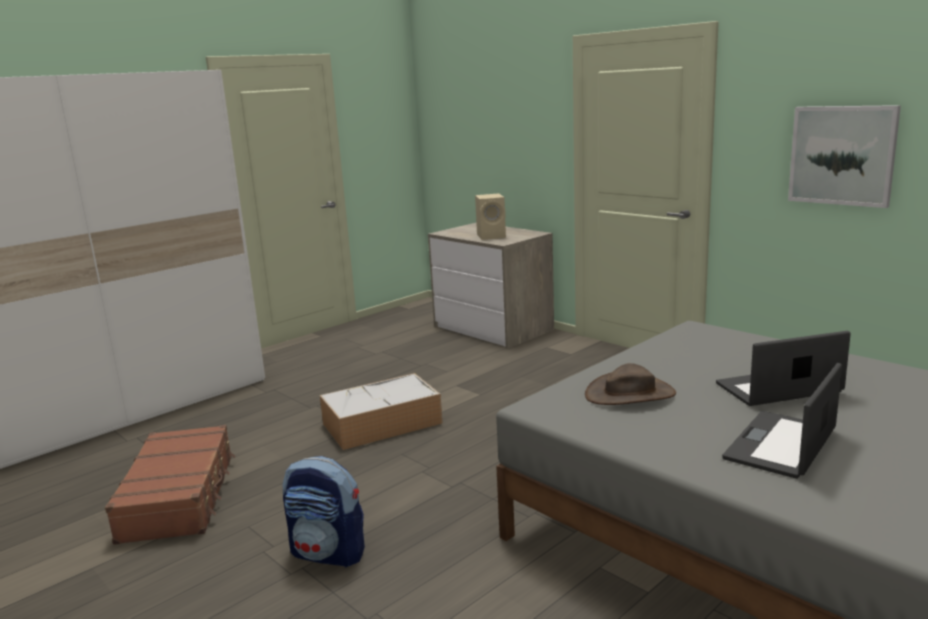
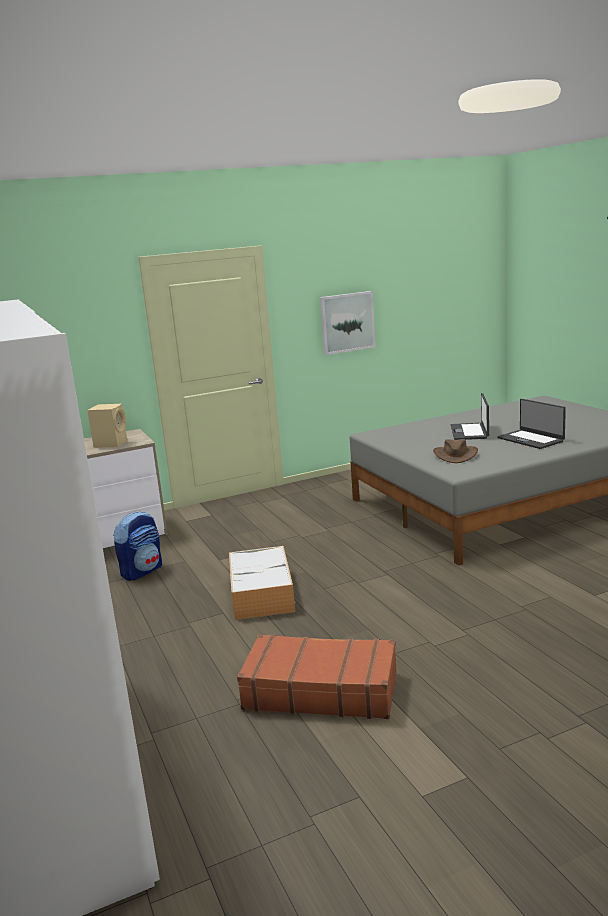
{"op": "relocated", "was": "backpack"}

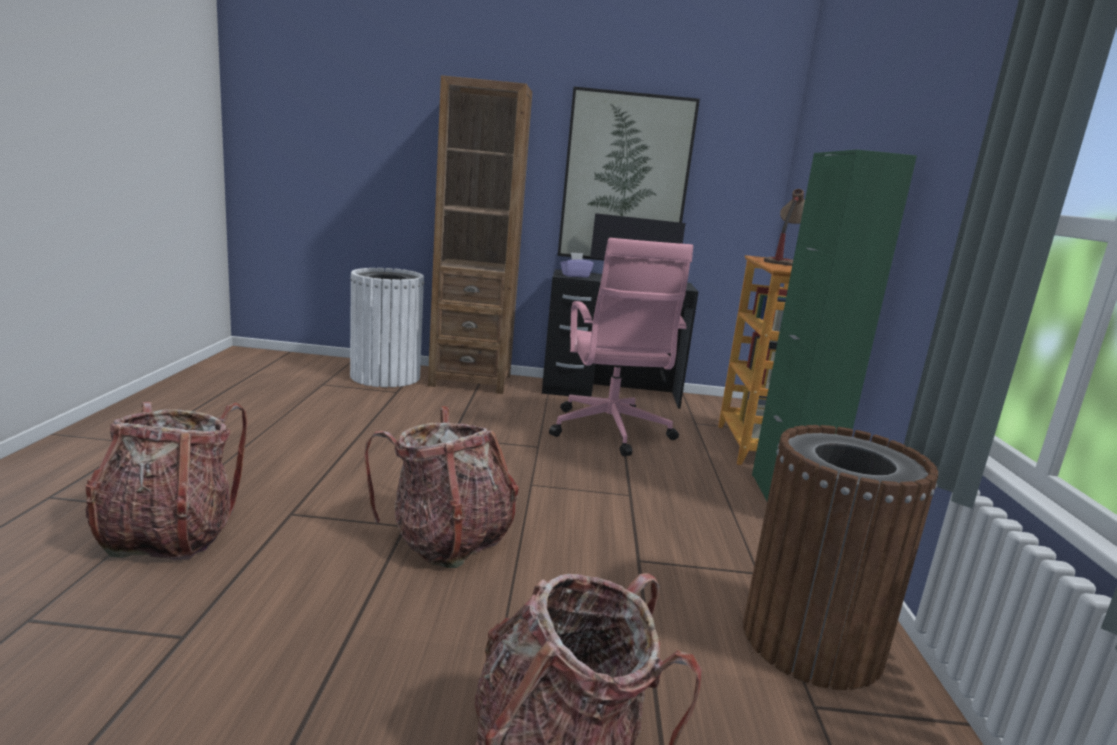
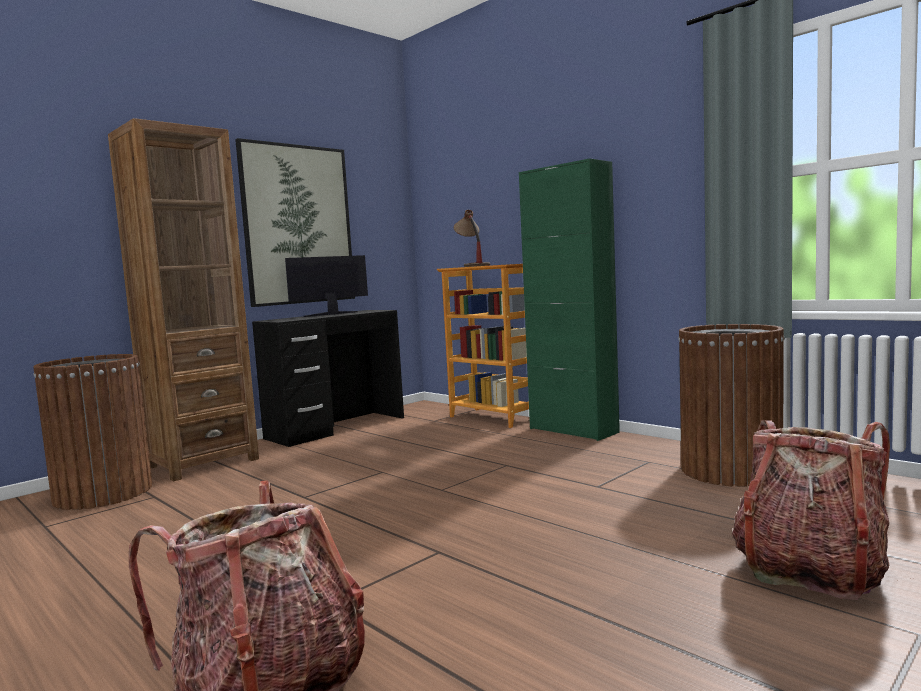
{"op": "missing", "was": "pink_office_chair"}
{"op": "missing", "was": "purple_tissue_box"}
{"op": "colour", "was": "white_trash_can", "now": "brown_trash_can (no. 1 from left)"}
{"op": "missing", "was": "backpack (no. 2 from left)"}

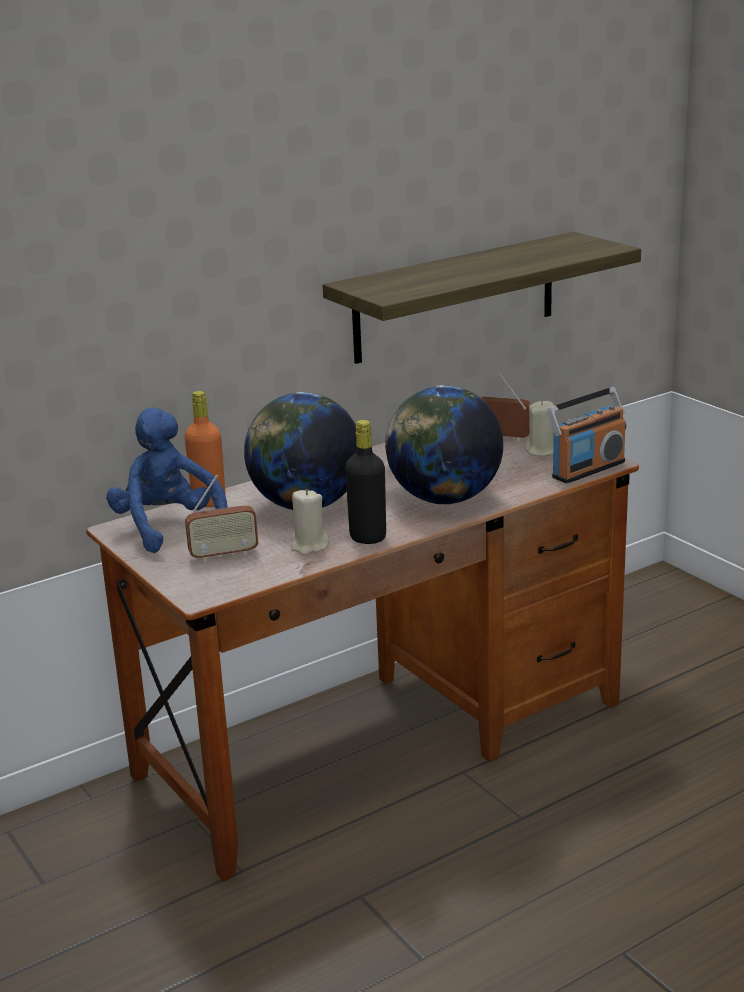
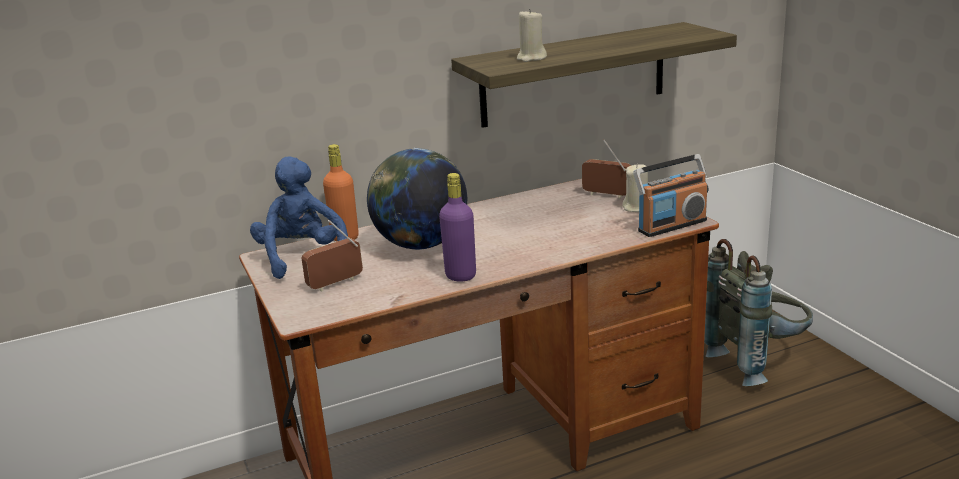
{"op": "missing", "was": "globe (no. 2 from left)"}
{"op": "colour", "was": "black_bottle", "now": "purple_bottle"}
{"op": "spun", "was": "radio (no. 1 from left)", "clockwise": 150}
{"op": "relocated", "was": "beige_candle (no. 1 from left)"}
{"op": "appeared", "now": "grey_backpack"}

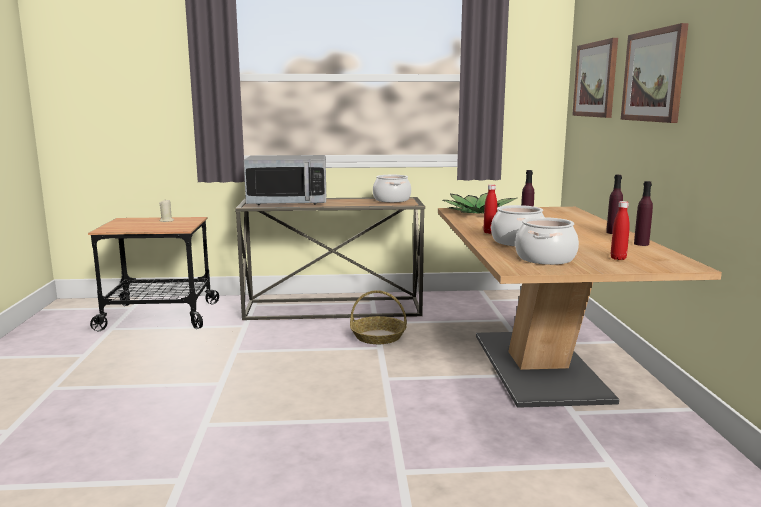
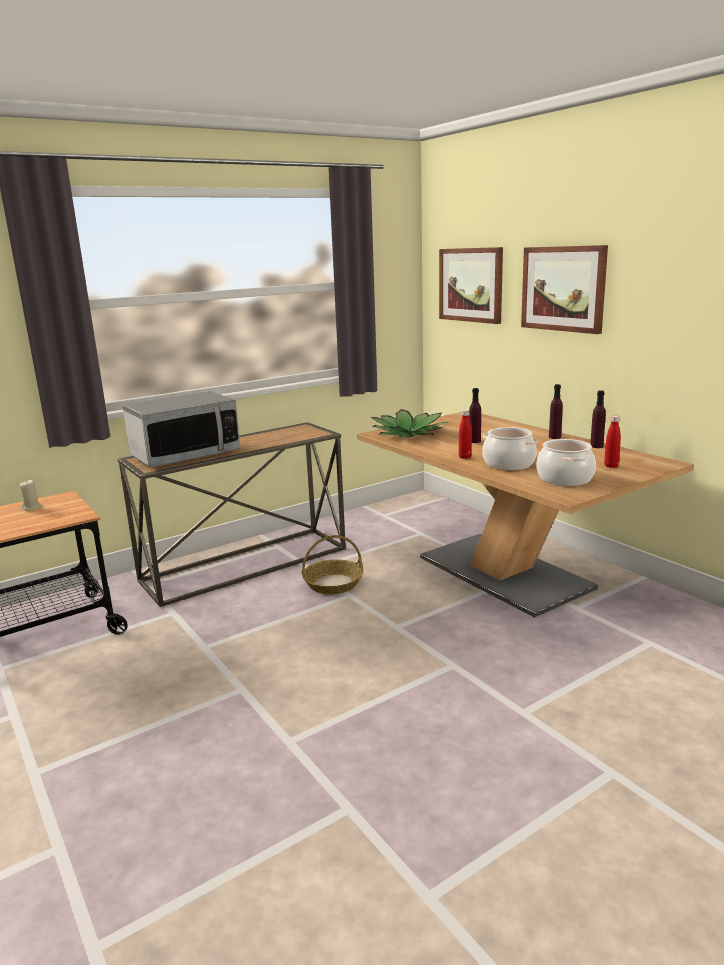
{"op": "missing", "was": "cooking_pot (no. 1 from left)"}

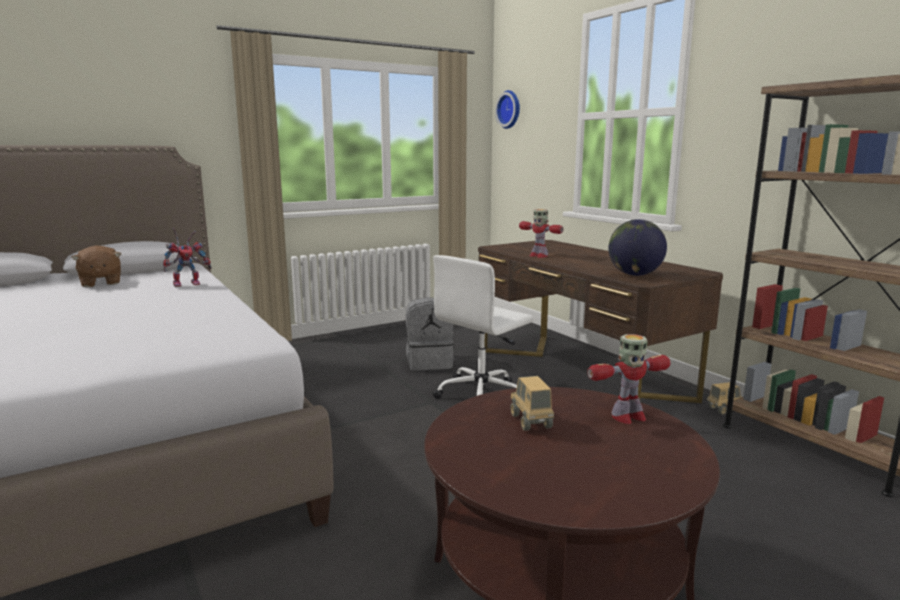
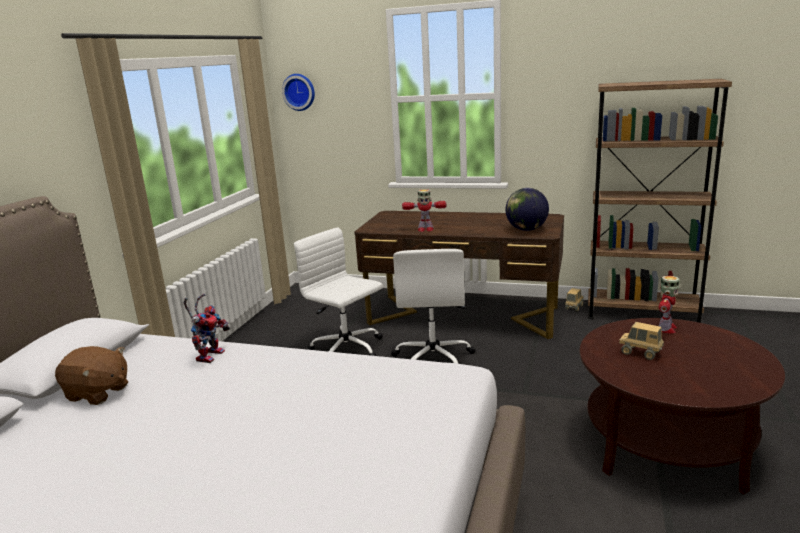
{"op": "exchanged", "was": "grey_backpack", "now": "white_office_chair (no. 1 from left)"}

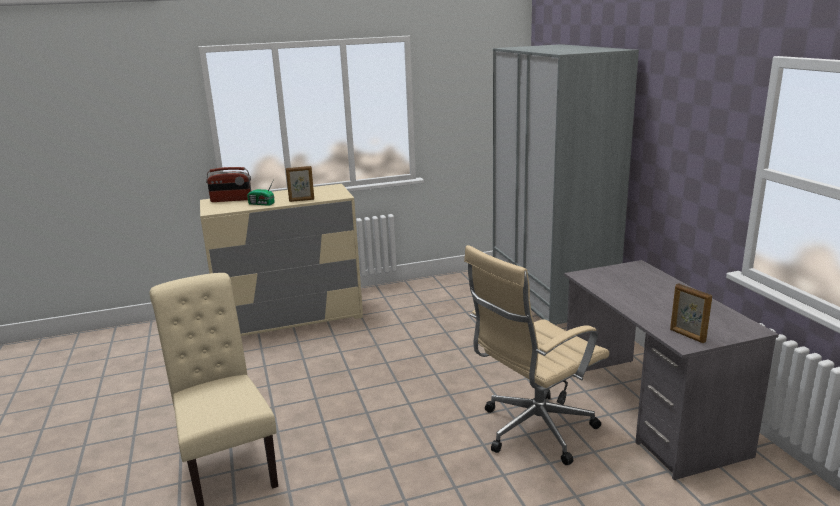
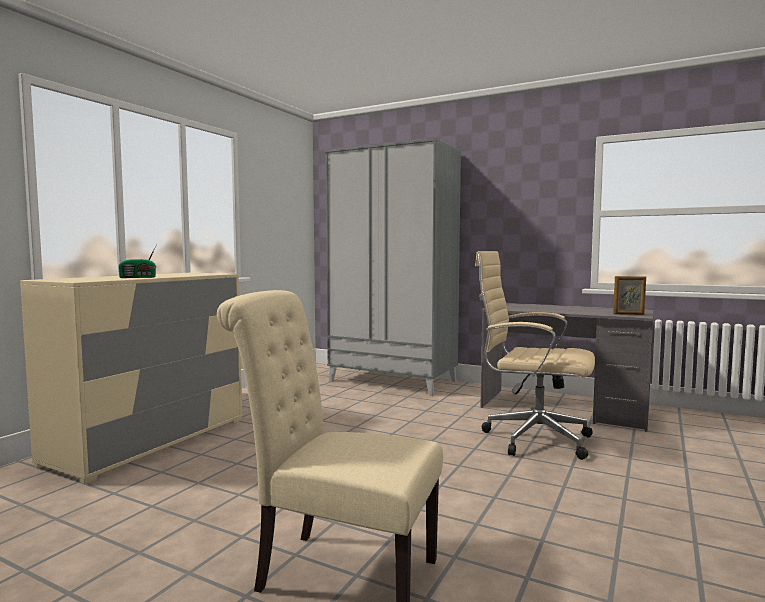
{"op": "missing", "was": "picture_frame (no. 1 from left)"}
{"op": "missing", "was": "radio (no. 1 from left)"}
{"op": "spun", "was": "beige_office_chair", "clockwise": 105}

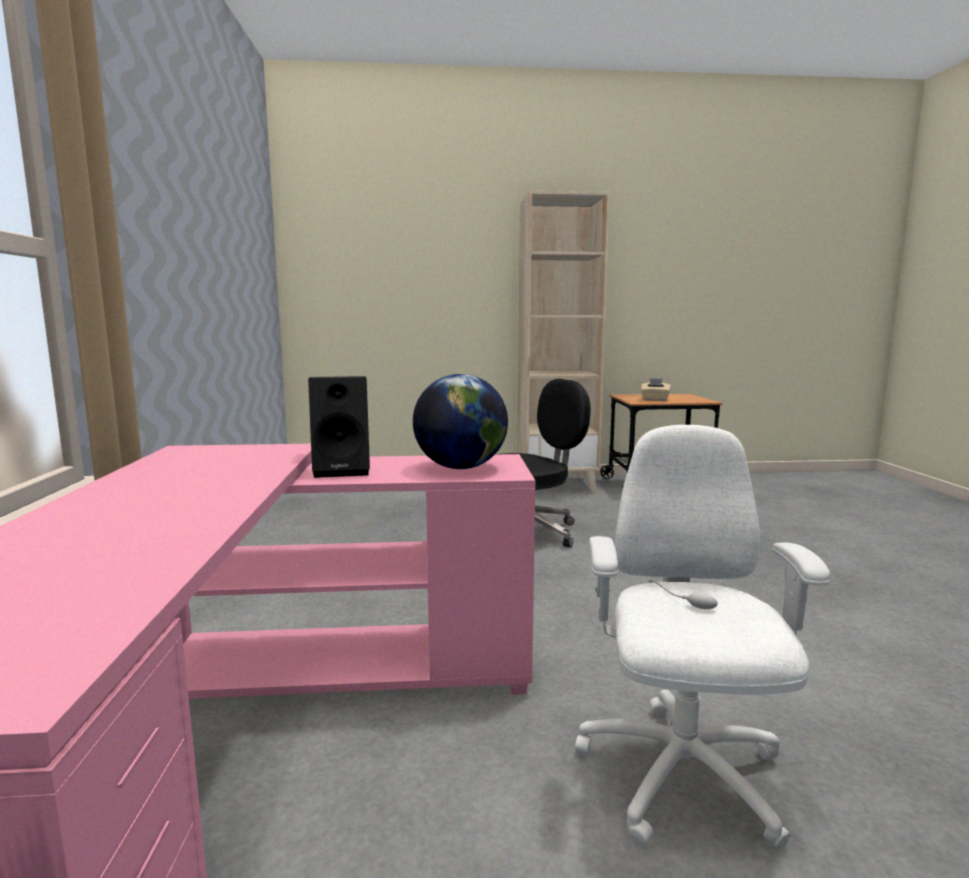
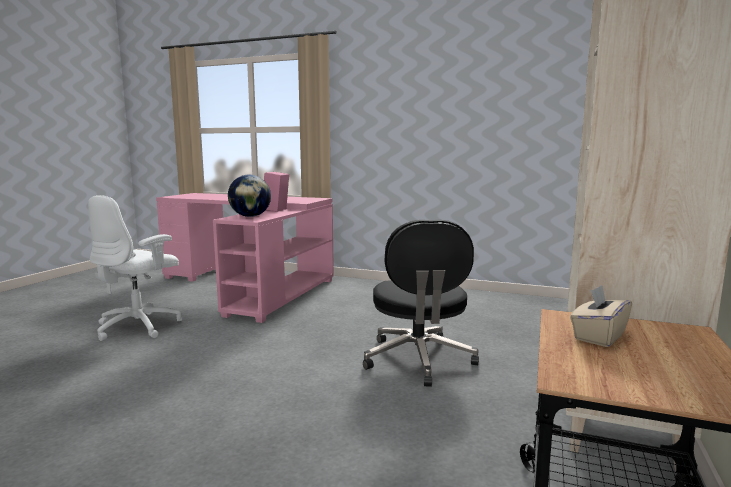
{"op": "colour", "was": "black_speaker", "now": "pink_speaker"}
{"op": "spun", "was": "white_office_chair", "clockwise": 90}

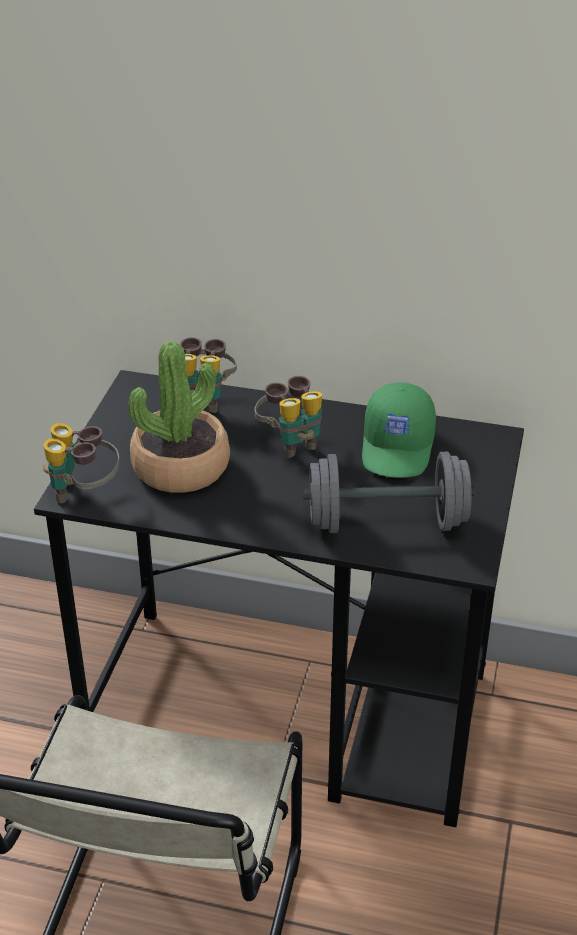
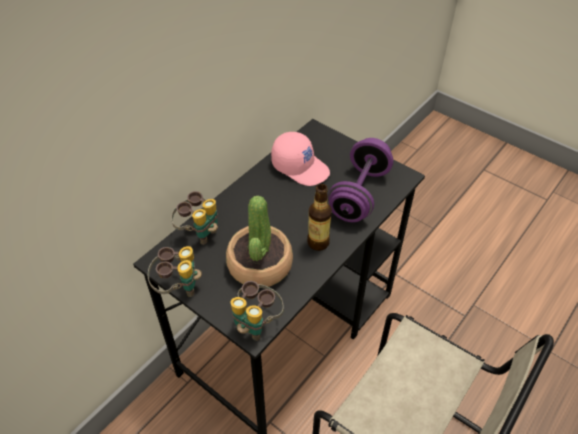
{"op": "relocated", "was": "binoculars (no. 3 from left in the first image)", "now": "binoculars (no. 1 from left)"}
{"op": "colour", "was": "green_cap", "now": "pink_cap"}
{"op": "colour", "was": "grey_dumbbell", "now": "purple_dumbbell"}
{"op": "appeared", "now": "bottle"}

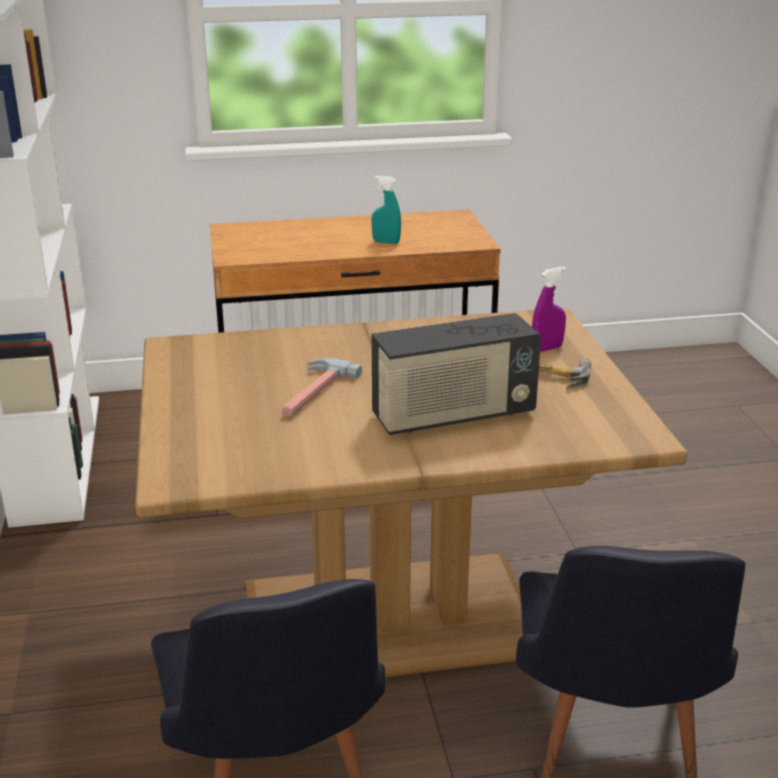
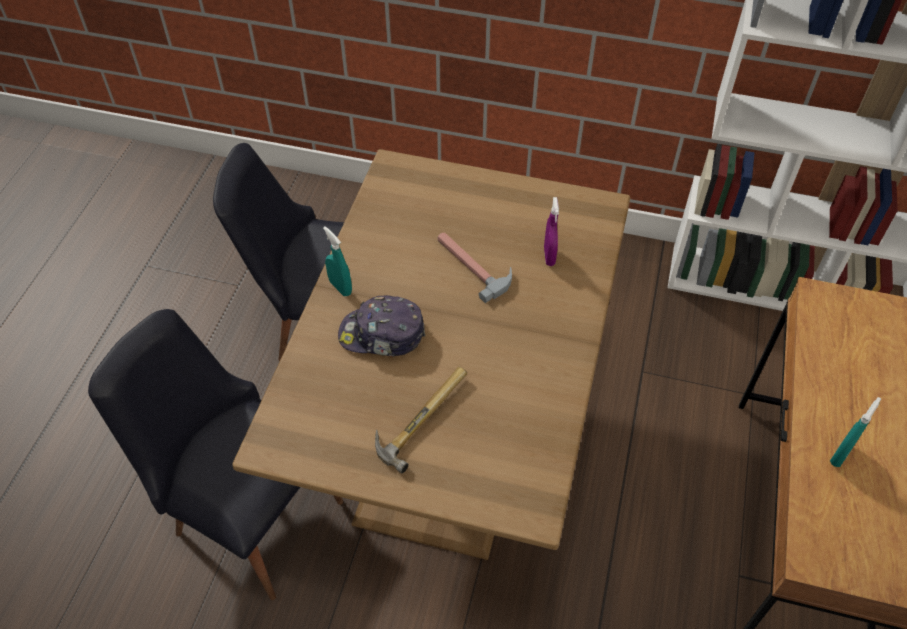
{"op": "relocated", "was": "purple_spray_bottle"}
{"op": "exchanged", "was": "radio", "now": "cap"}
{"op": "appeared", "now": "turquoise_spray_bottle (no. 1 from left)"}

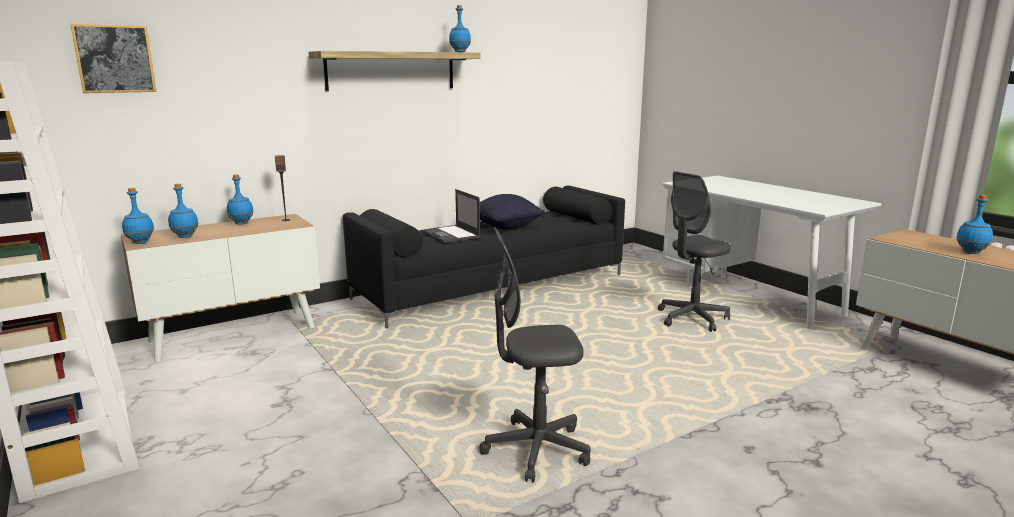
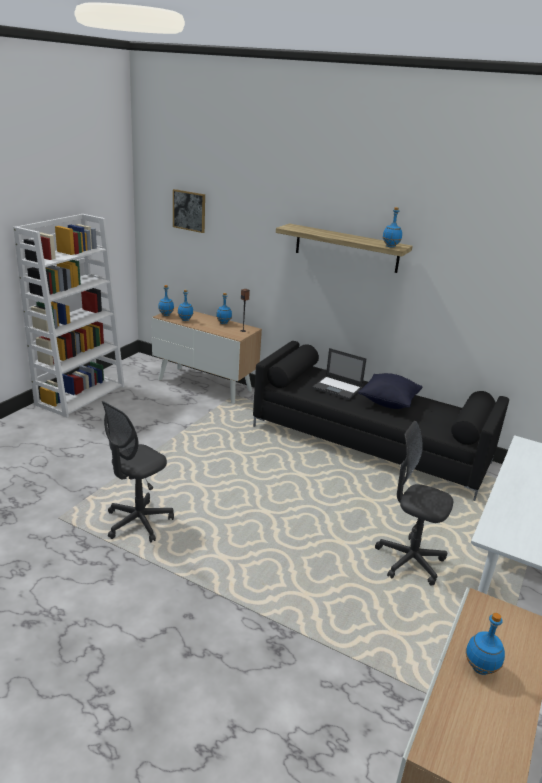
{"op": "spun", "was": "laptop", "clockwise": -90}
{"op": "spun", "was": "grey_office_chair (no. 1 from left)", "clockwise": -105}

